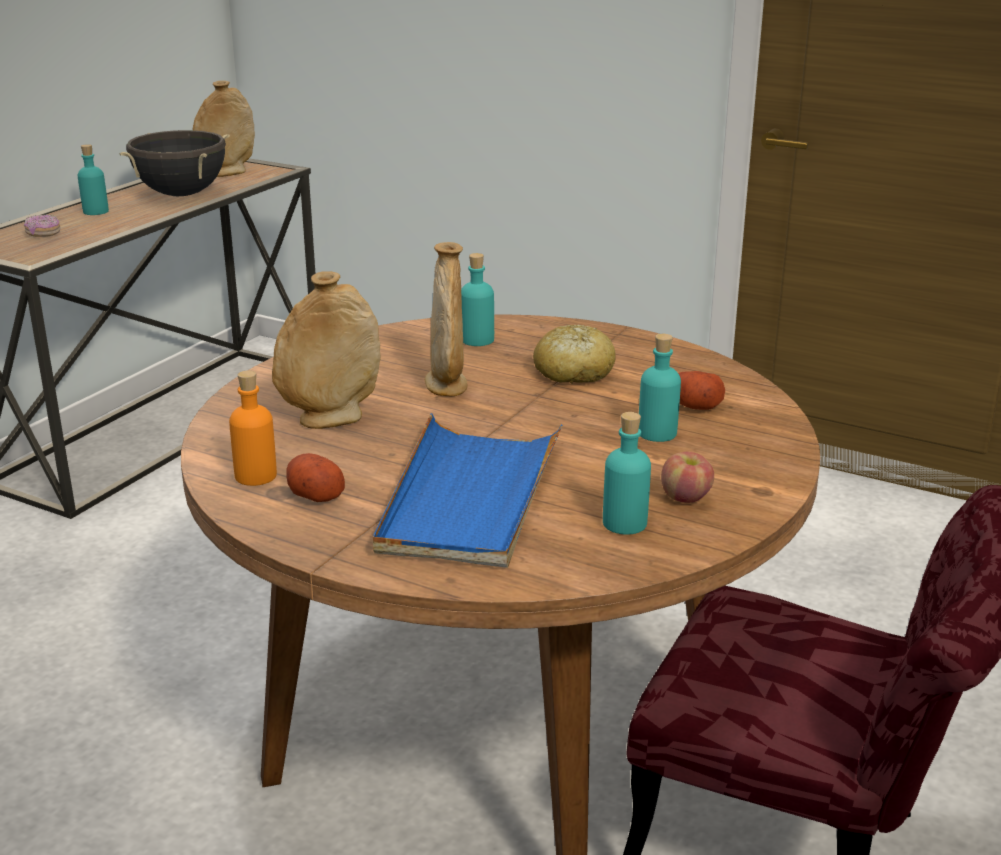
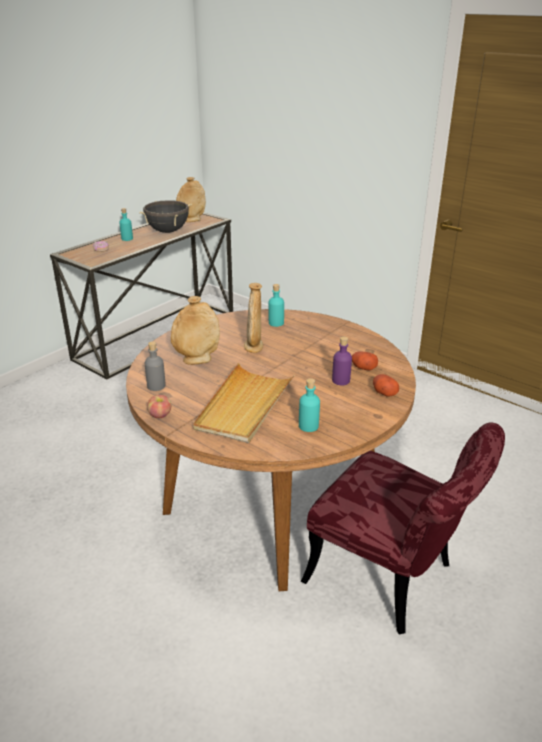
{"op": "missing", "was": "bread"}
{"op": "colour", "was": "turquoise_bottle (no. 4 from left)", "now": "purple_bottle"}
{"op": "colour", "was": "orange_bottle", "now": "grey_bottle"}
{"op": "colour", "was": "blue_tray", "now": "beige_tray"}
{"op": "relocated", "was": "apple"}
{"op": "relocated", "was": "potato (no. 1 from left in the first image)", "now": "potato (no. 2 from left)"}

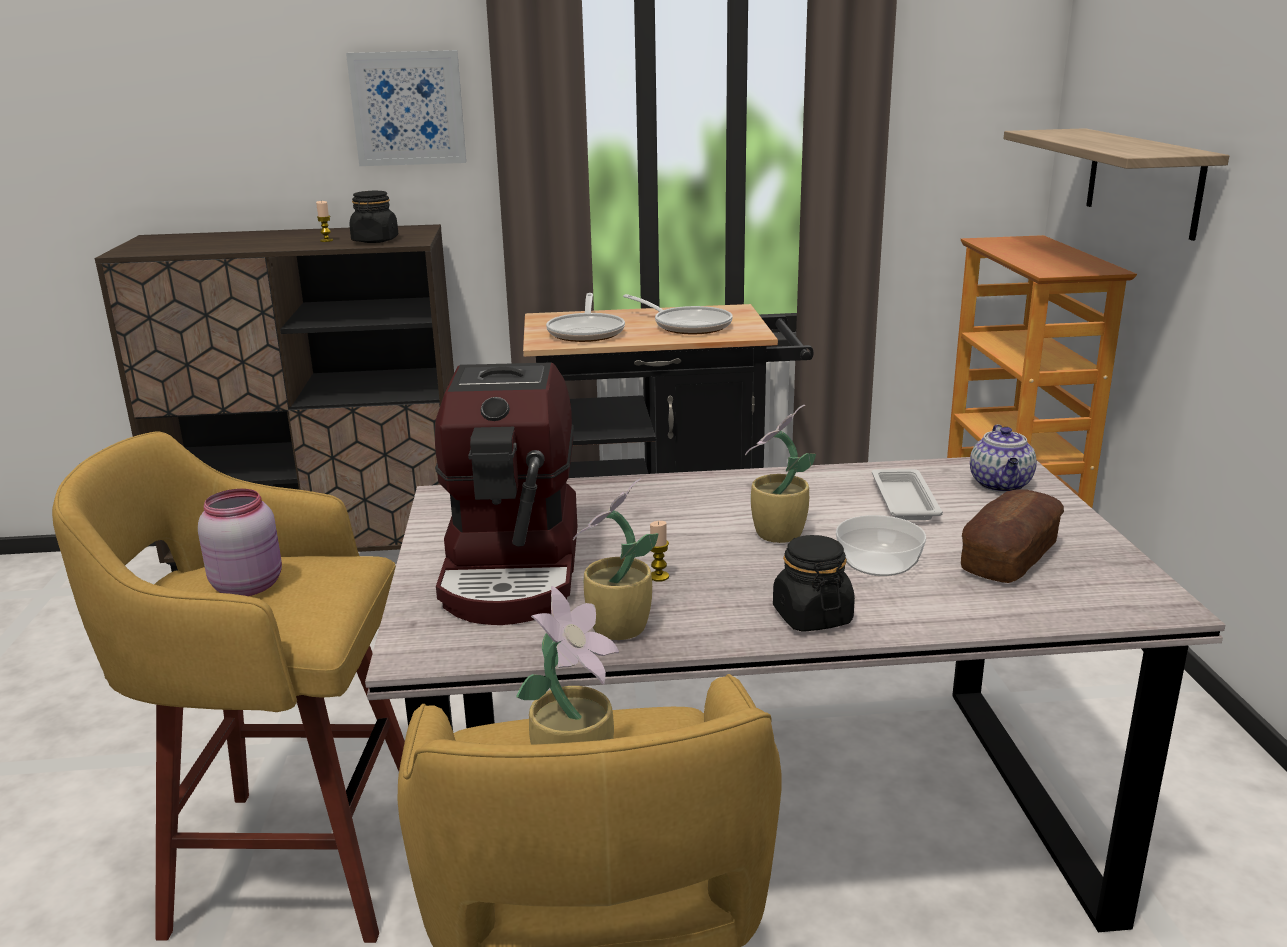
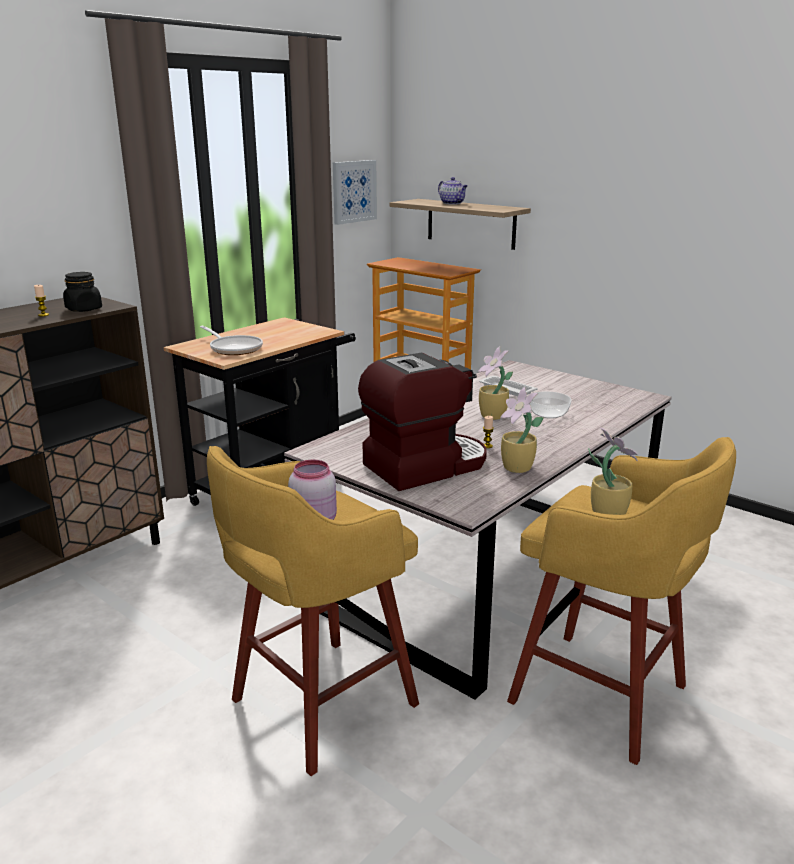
{"op": "relocated", "was": "picture"}
{"op": "missing", "was": "frying_pan (no. 2 from left)"}
{"op": "spun", "was": "coffee_machine", "clockwise": -75}
{"op": "relocated", "was": "teapot"}
{"op": "missing", "was": "bread"}
{"op": "missing", "was": "black_jar (no. 2 from left)"}

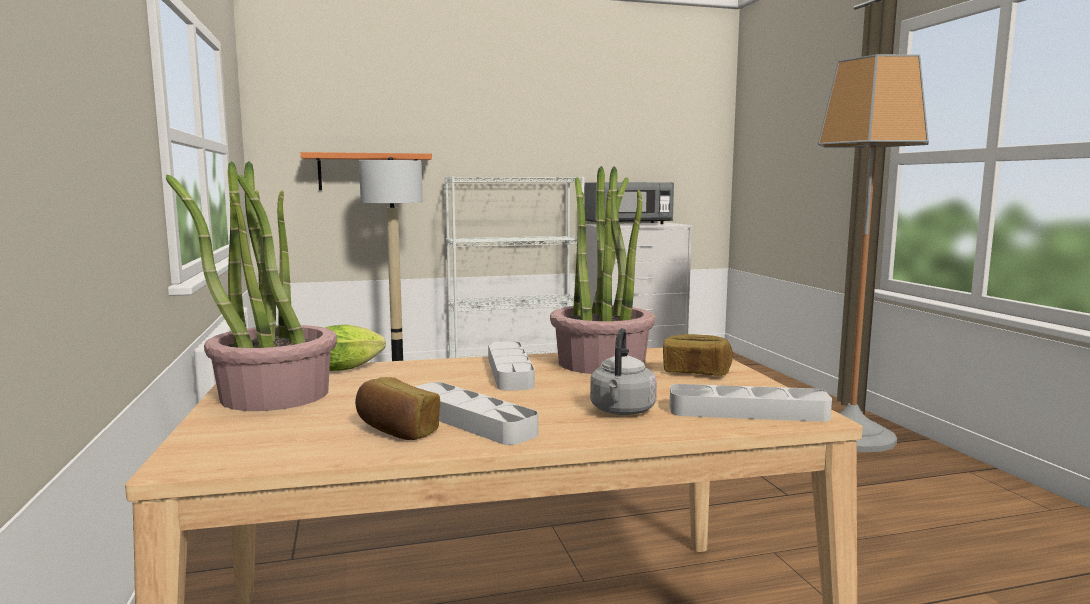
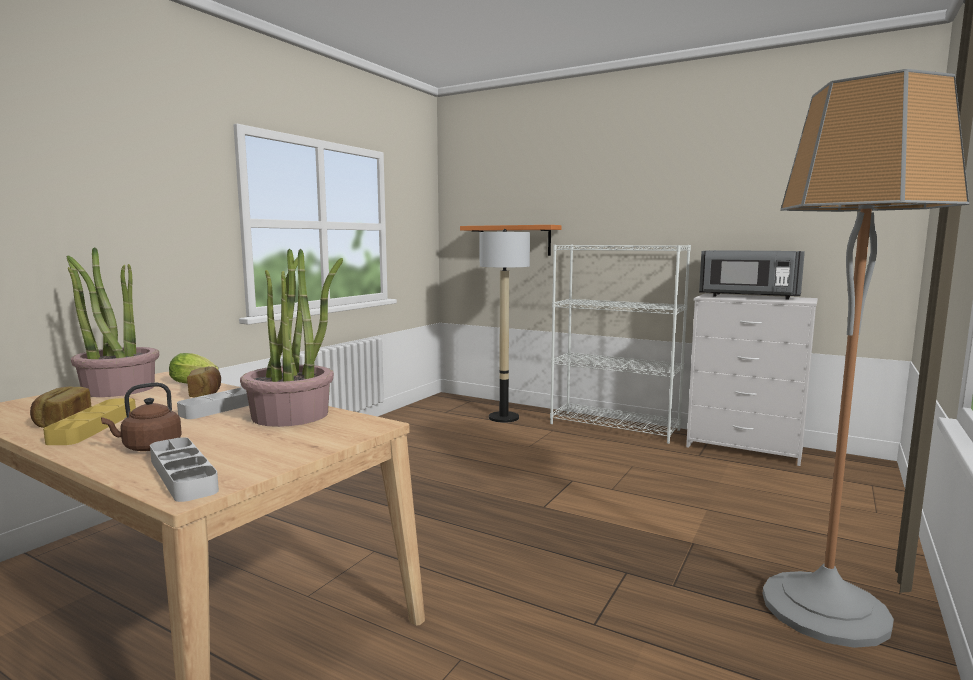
{"op": "colour", "was": "grey_kettle", "now": "brown_kettle"}
{"op": "relocated", "was": "bread (no. 2 from left)"}
{"op": "colour", "was": "grey_tray (no. 1 from left)", "now": "yellow_tray"}

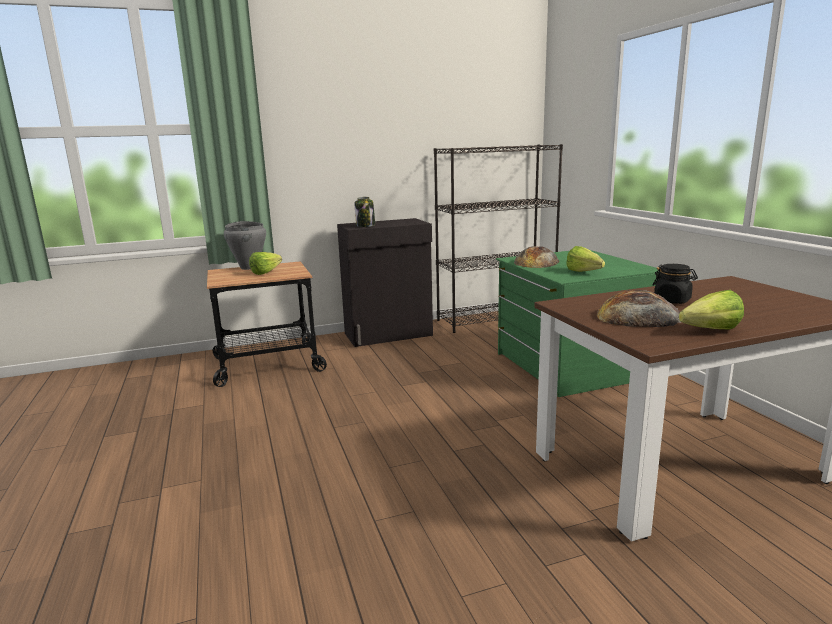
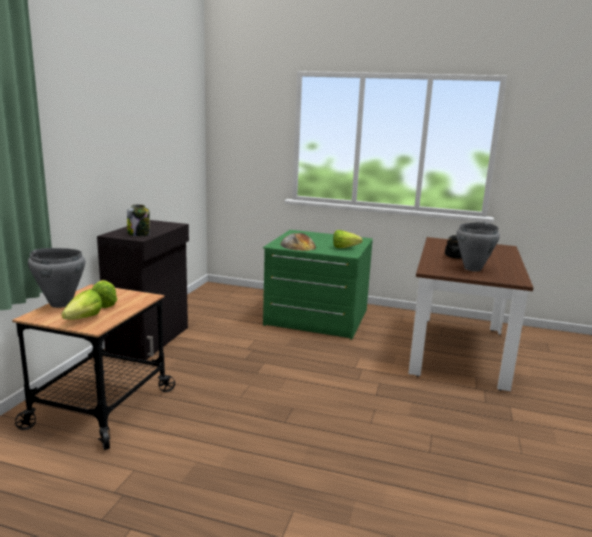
{"op": "missing", "was": "black_bookcase"}
{"op": "exchanged", "was": "bread (no. 2 from left)", "now": "grey_cooking_pot (no. 2 from left)"}
{"op": "relocated", "was": "lettuce (no. 3 from left in the first image)", "now": "lettuce (no. 1 from left)"}

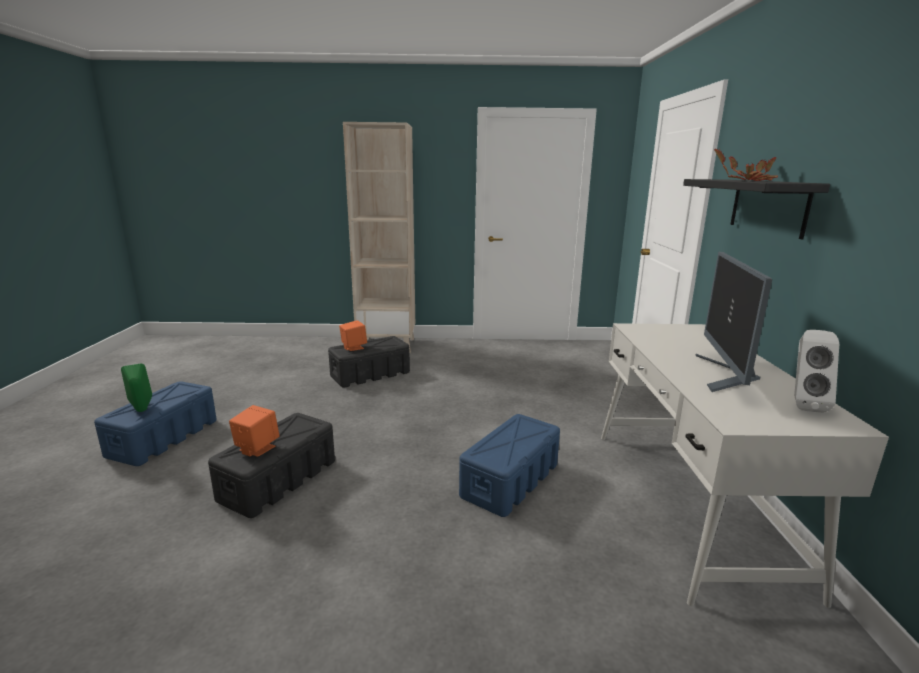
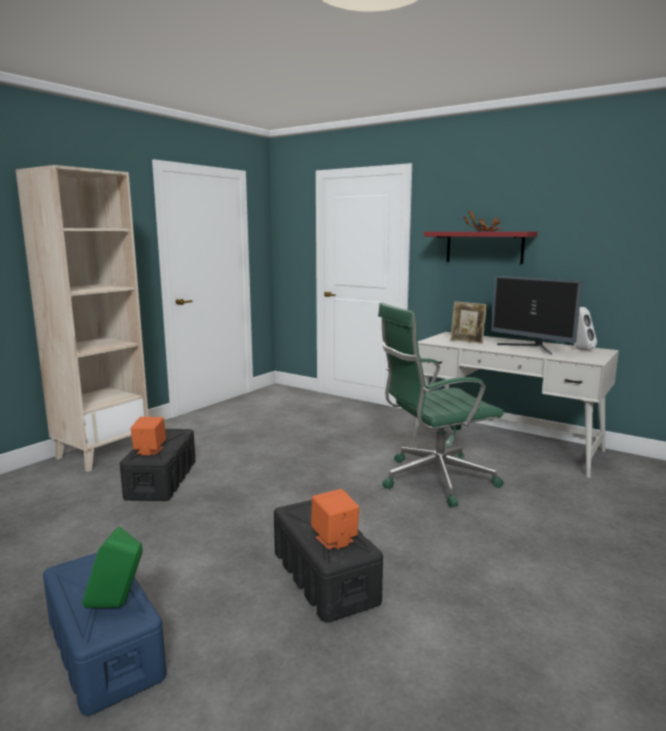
{"op": "colour", "was": "black_shelf", "now": "red_shelf"}
{"op": "exchanged", "was": "blue_storage_box (no. 2 from left)", "now": "green_office_chair"}
{"op": "appeared", "now": "picture_frame"}

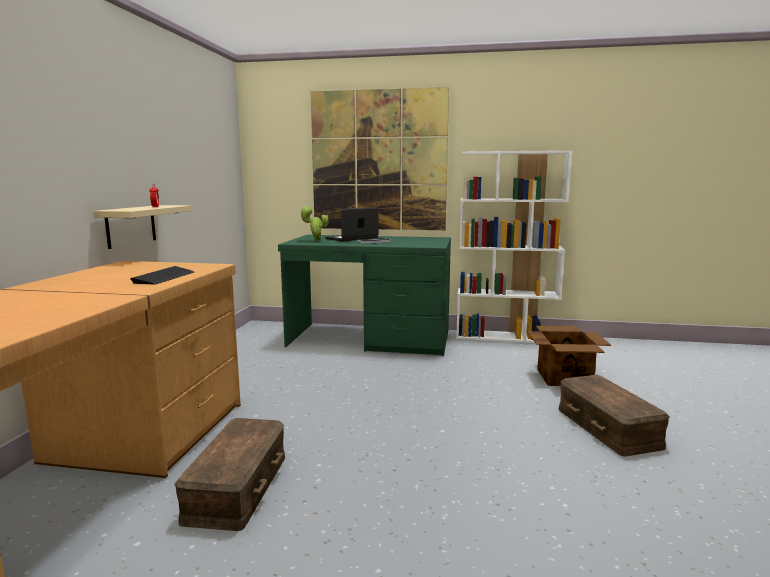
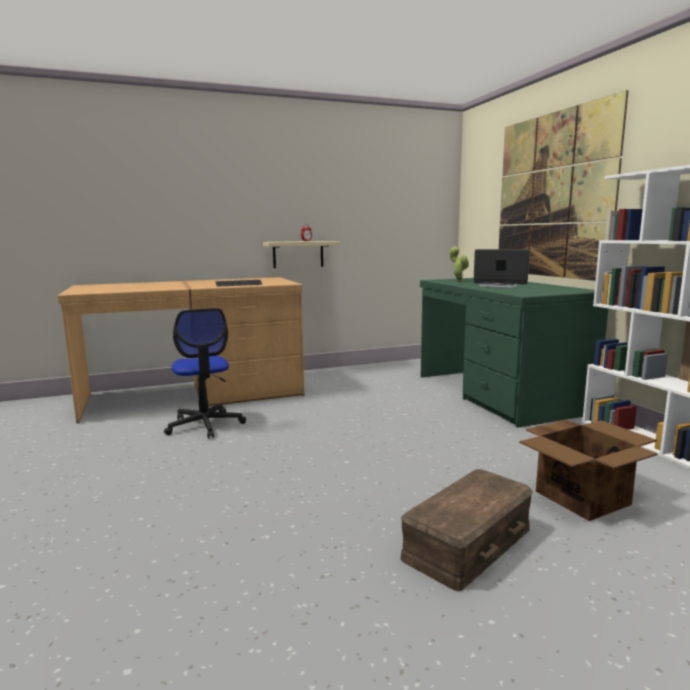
{"op": "exchanged", "was": "brown_storage_box (no. 1 from left)", "now": "office_chair"}

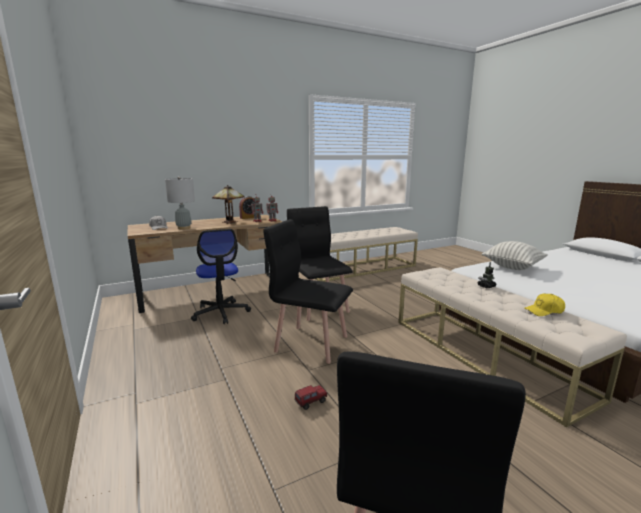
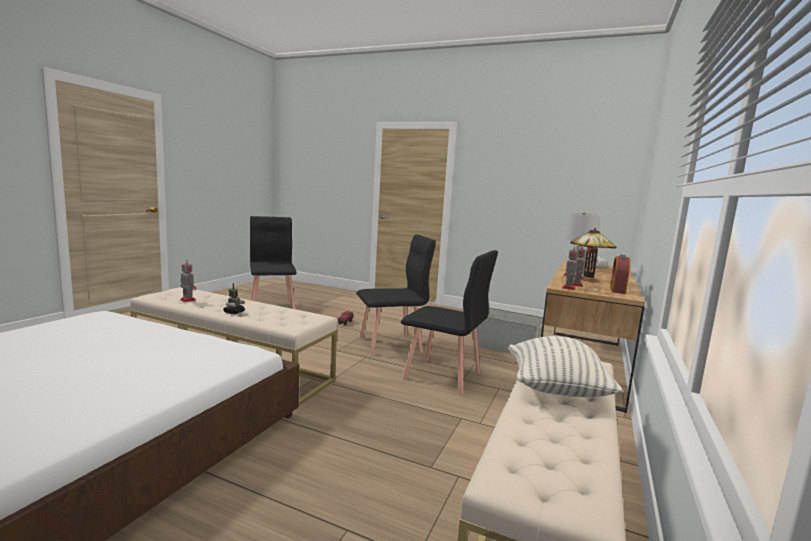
{"op": "exchanged", "was": "office_chair", "now": "grey_storage_box"}
{"op": "relocated", "was": "pillow"}
{"op": "exchanged", "was": "yellow_cap", "now": "toy_robot (no. 1 from left)"}

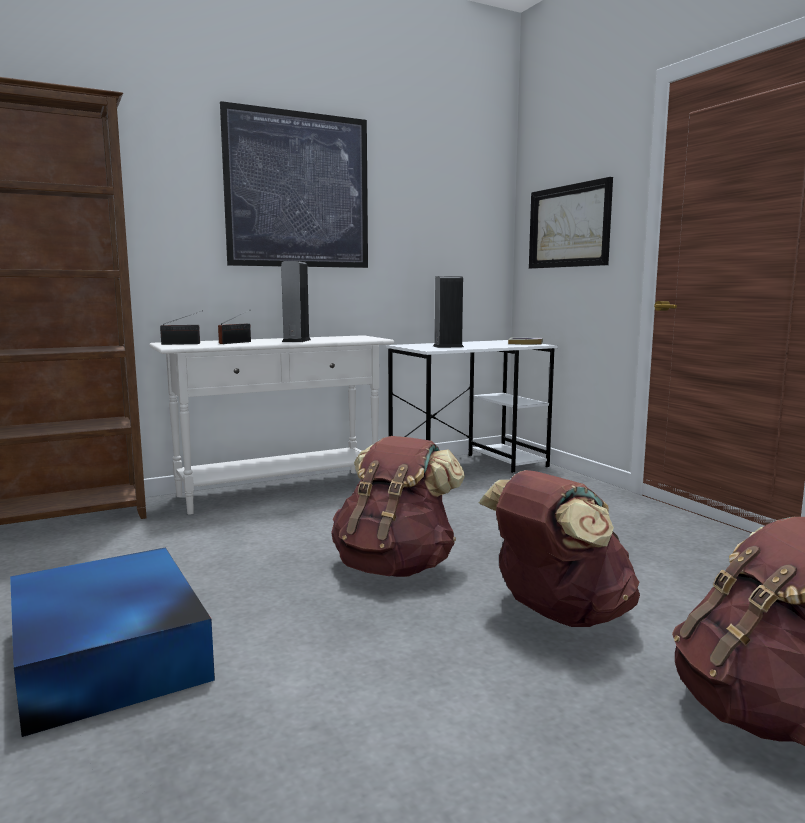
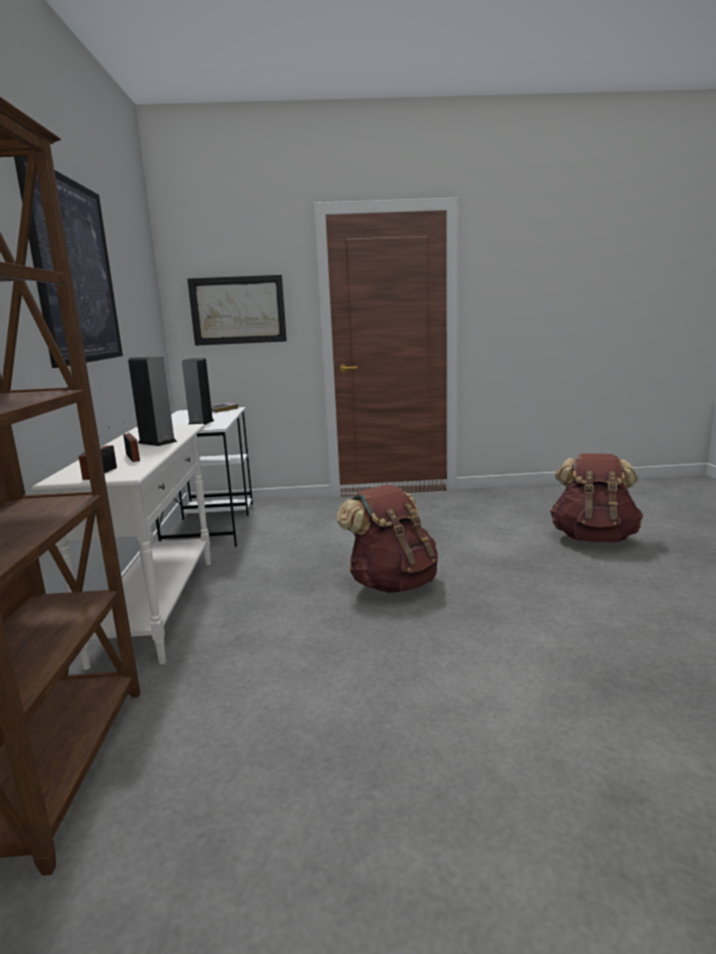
{"op": "missing", "was": "brown_backpack (no. 2 from left)"}
{"op": "missing", "was": "blue_storage_box"}

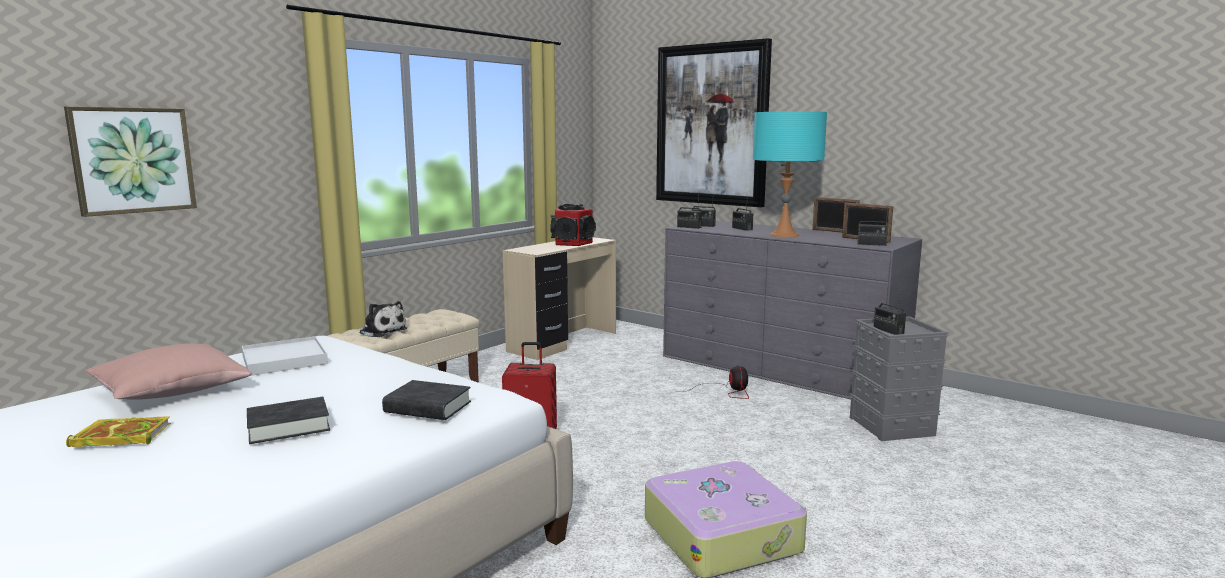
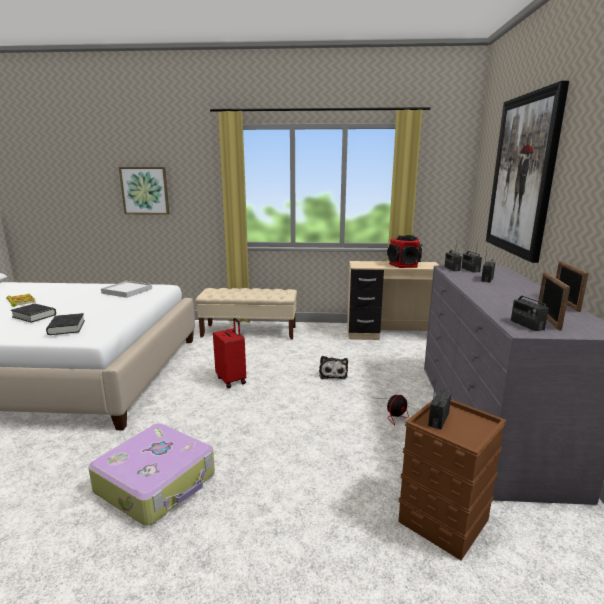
{"op": "missing", "was": "turquoise_table_lamp"}
{"op": "relocated", "was": "plush_toy"}
{"op": "colour", "was": "grey_storage_box", "now": "brown_storage_box"}
{"op": "missing", "was": "pink_pillow"}

